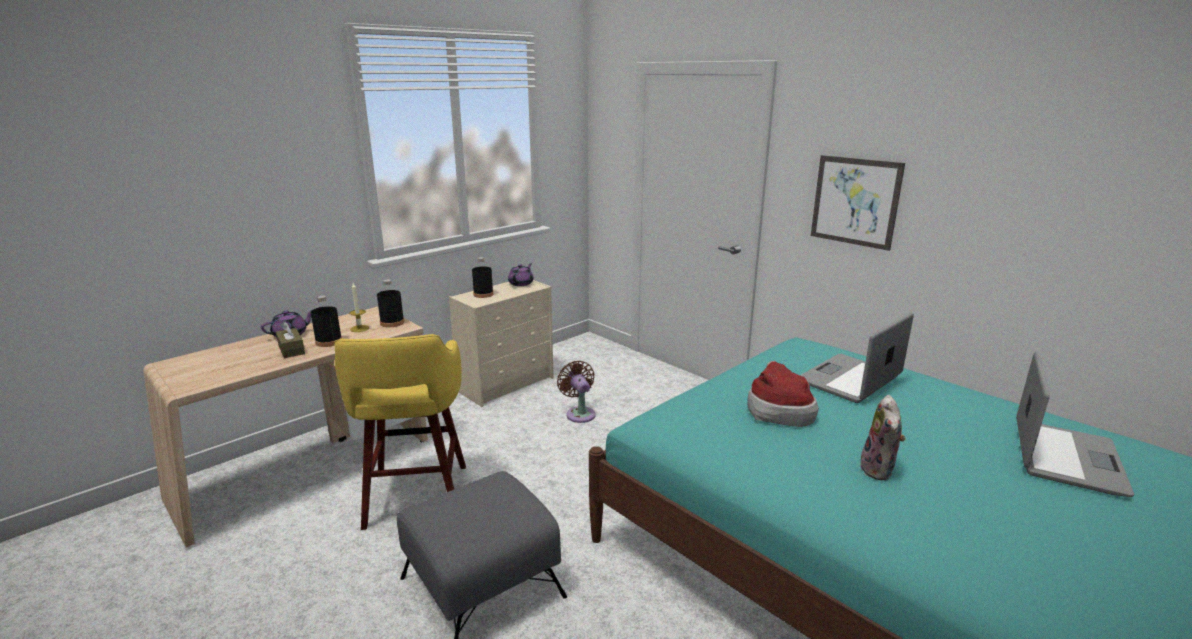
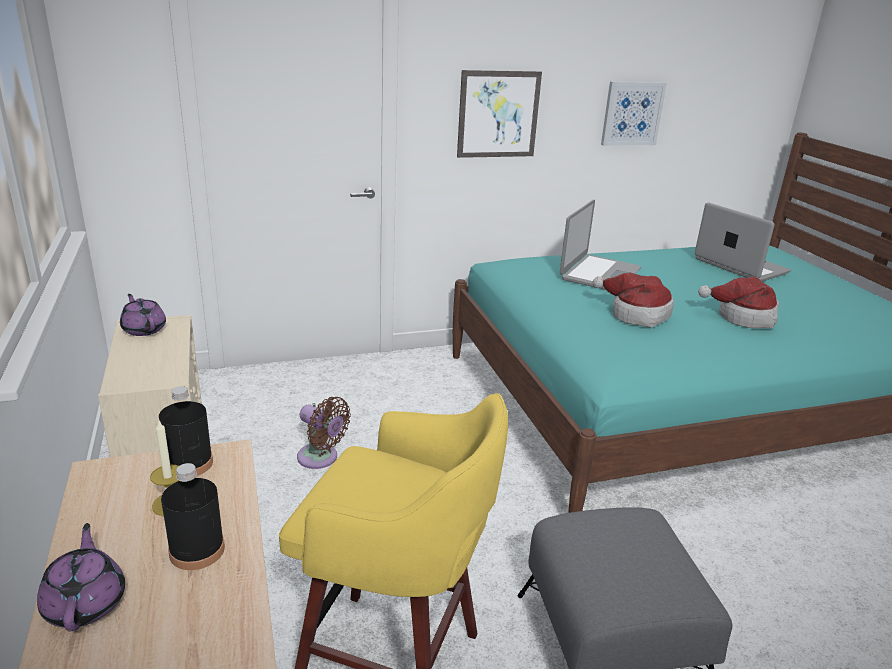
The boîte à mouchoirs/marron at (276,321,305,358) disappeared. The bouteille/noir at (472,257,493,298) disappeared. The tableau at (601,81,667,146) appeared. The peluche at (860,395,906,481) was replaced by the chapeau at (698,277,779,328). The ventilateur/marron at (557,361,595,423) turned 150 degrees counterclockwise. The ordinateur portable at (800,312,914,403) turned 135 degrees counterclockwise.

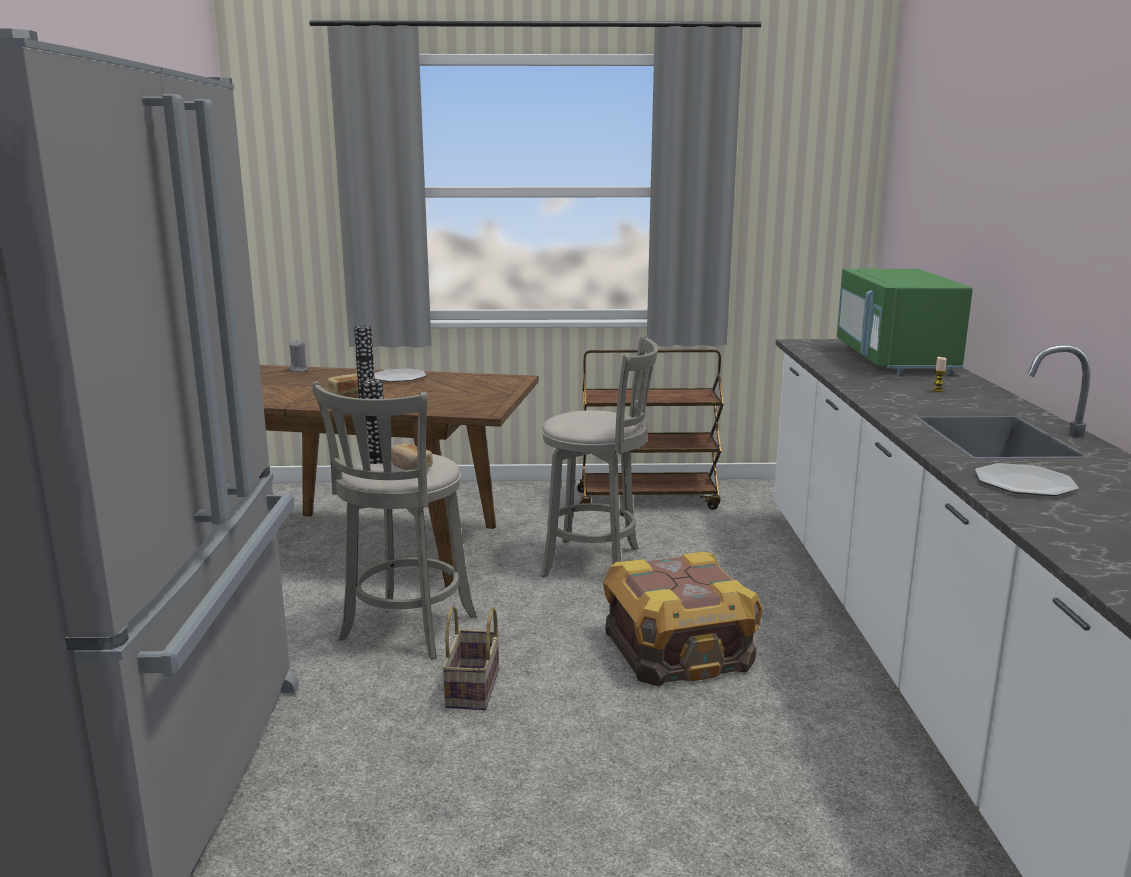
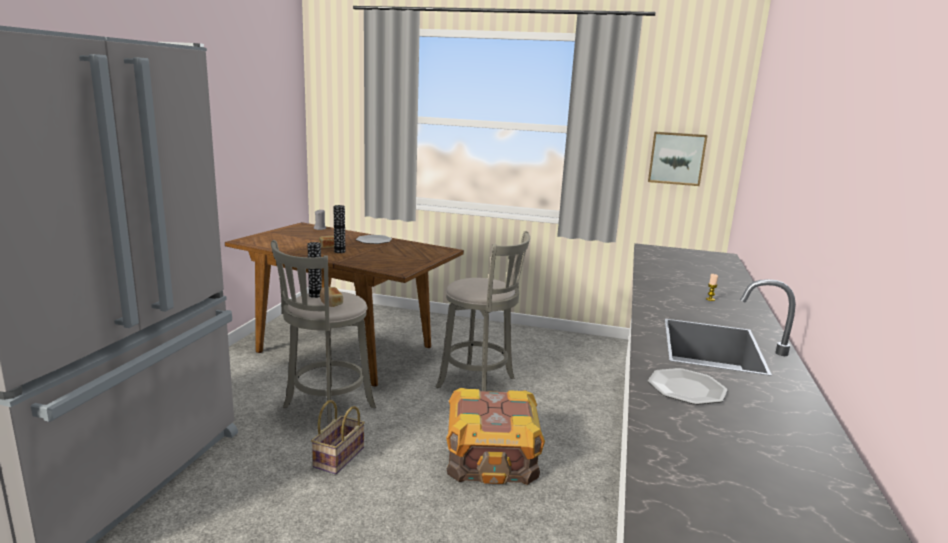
The chariot/marron at (577,349,724,510) disappeared. The micro-ondes/vert at (837,269,973,375) disappeared. The tableau at (648,132,707,186) appeared.

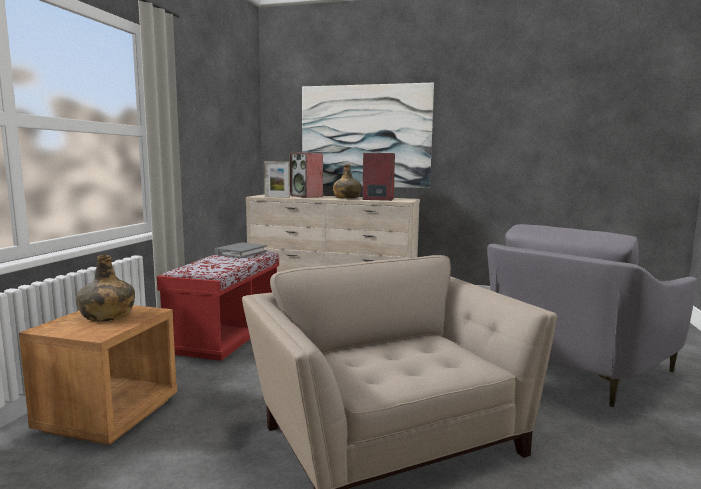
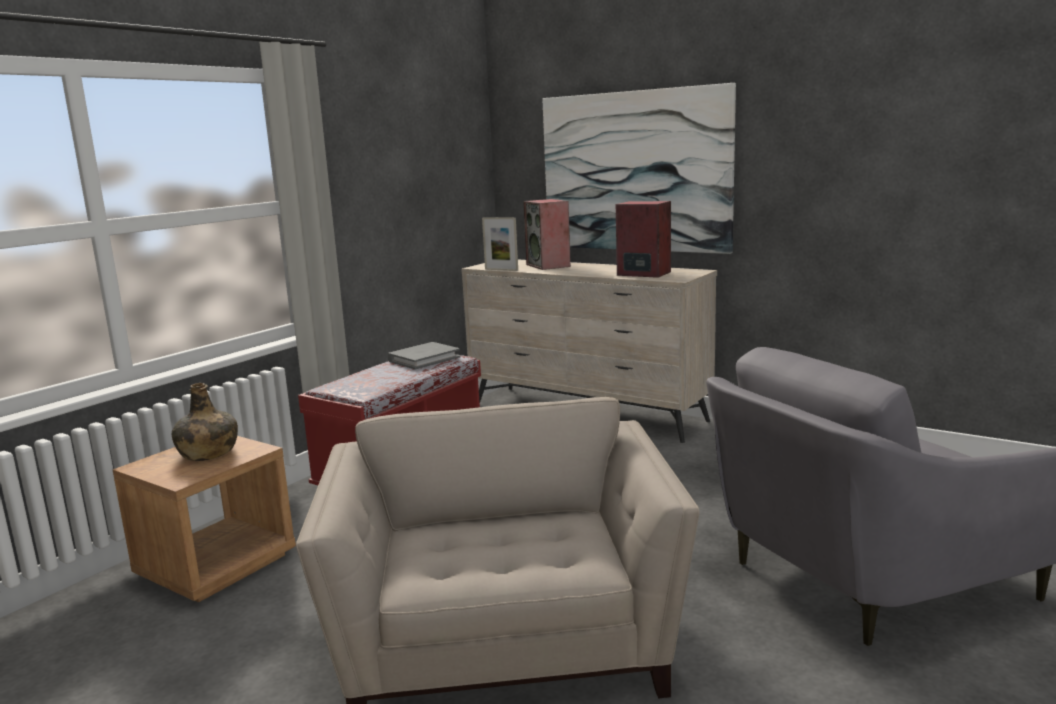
The bouteille/vert at (333,164,362,199) disappeared.

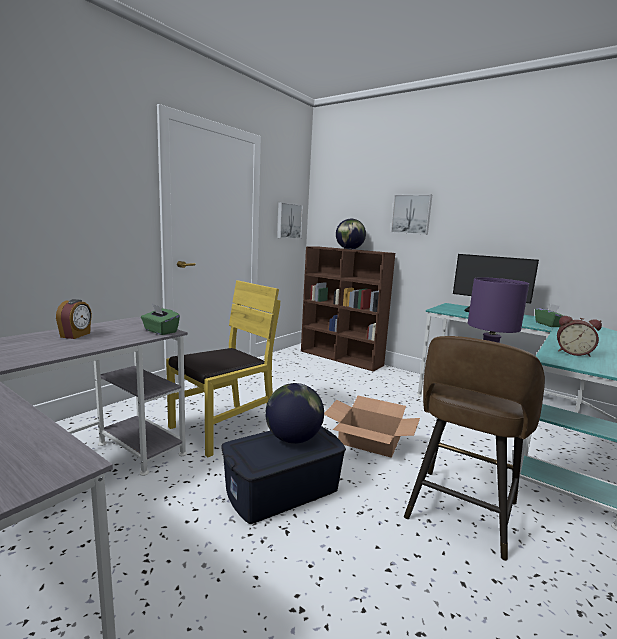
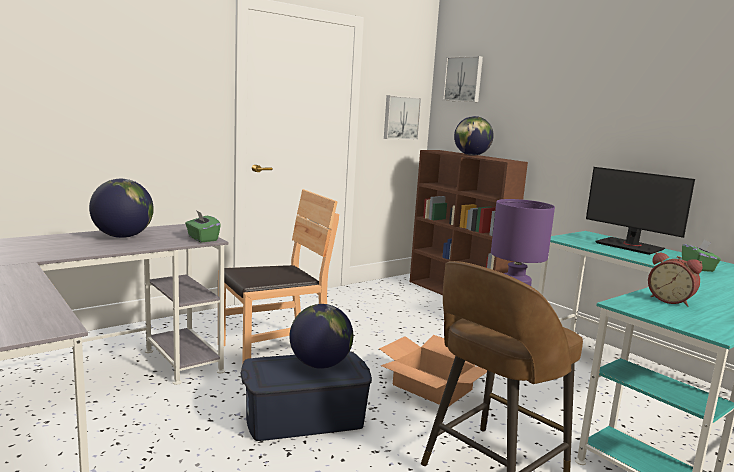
The tableau moved from (391,194,432,235) to (443,56,483,102). The réveil at (56,299,92,339) was replaced by the globe at (89,179,154,238). The chaise/jaune at (166,280,280,457) became the chaise/marron at (224,189,339,365).

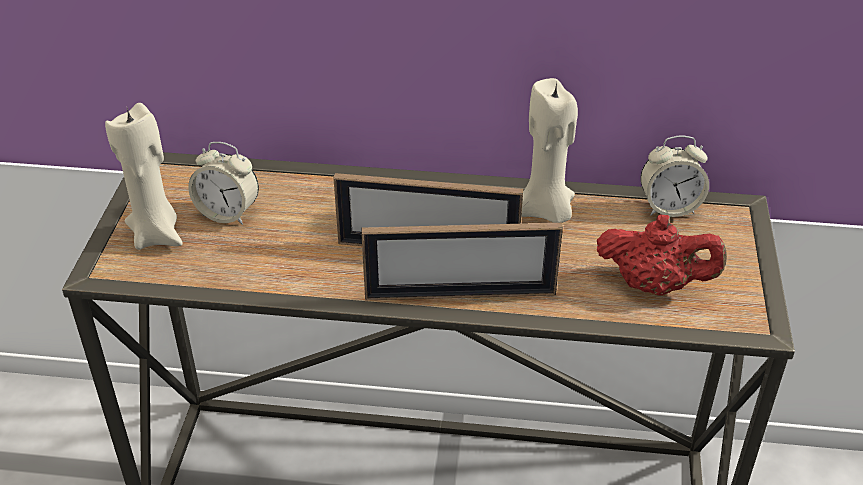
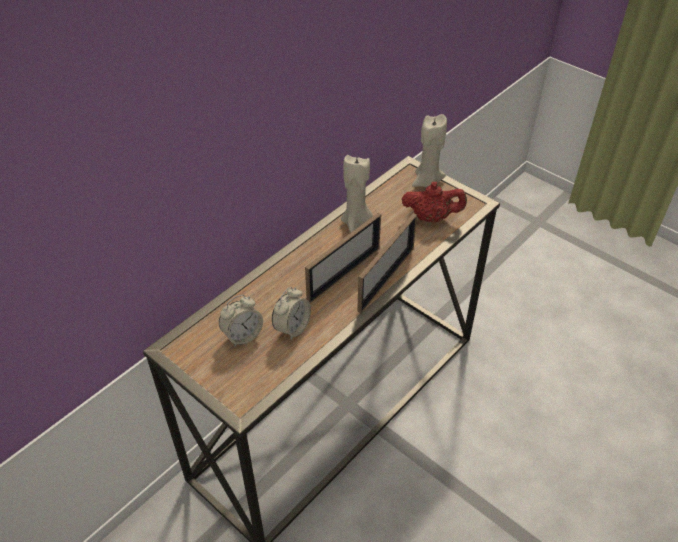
The bougie/beige moved from (105,103,183,250) to (412,114,447,187). The réveil moved from (640,136,709,217) to (272,287,311,340). The théière/rouge at (597,214,727,295) turned 45 degrees clockwise.

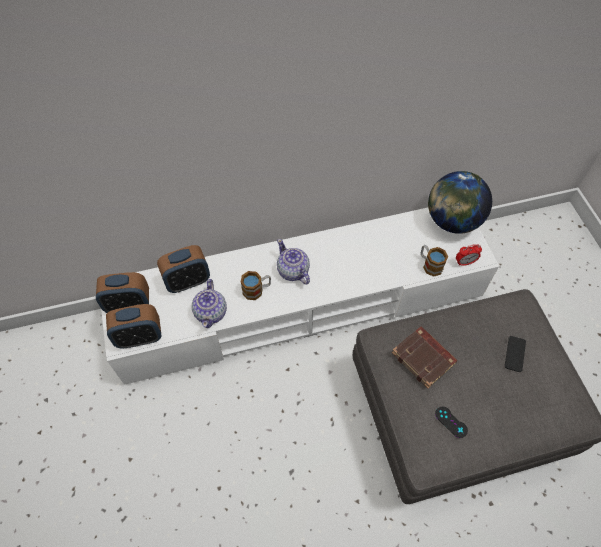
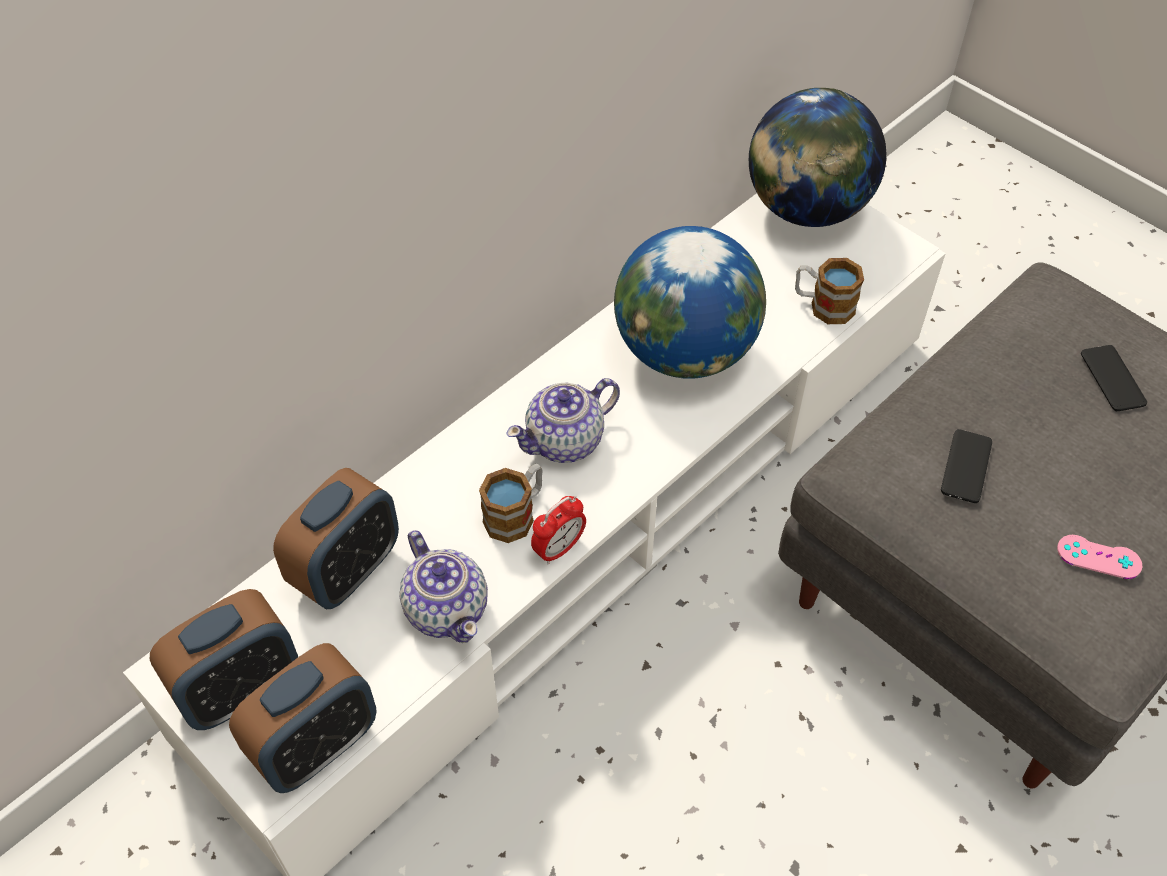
The globe at (614,226,766,379) appeared. The réveil moved from (456,244,482,266) to (531,496,586,564). The livre/marron at (392,327,457,389) was replaced by the téléphone at (941,429,992,503). The manette/noir at (435,407,468,438) became the manette/rose at (1057,535,1142,579). The théière at (277,239,310,285) turned 60 degrees counterclockwise.

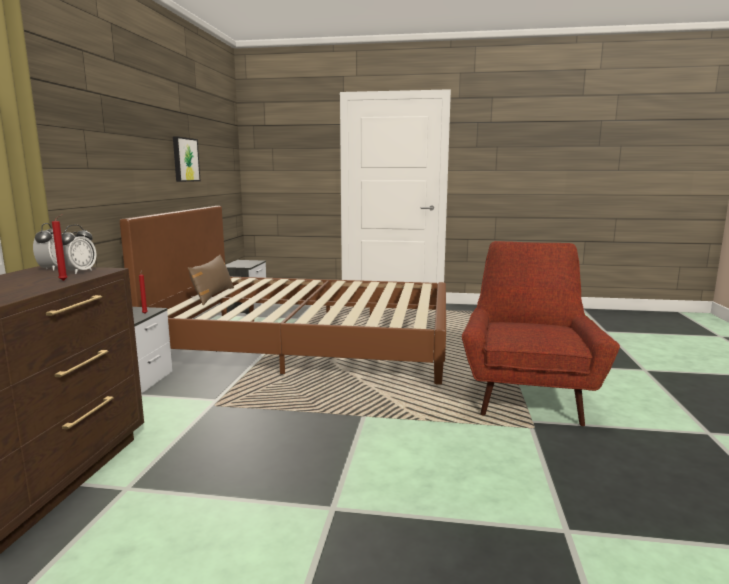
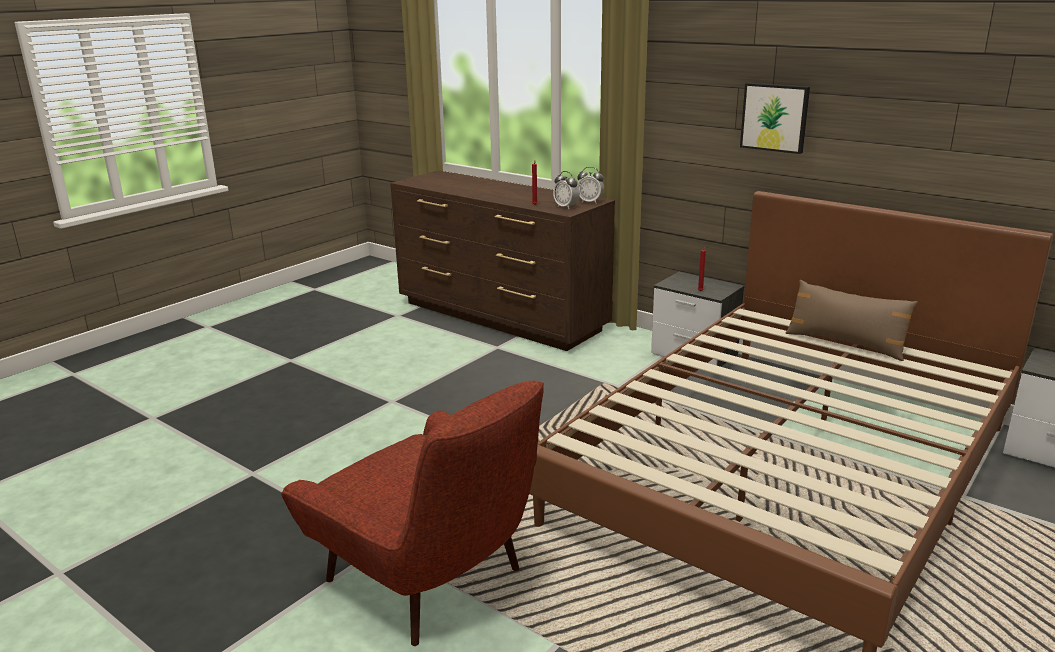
The tableau moved from (173,136,200,182) to (740,83,810,154).

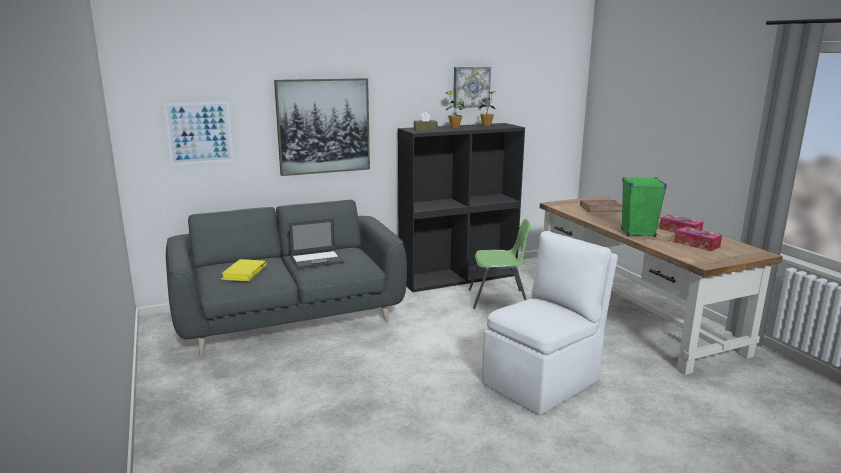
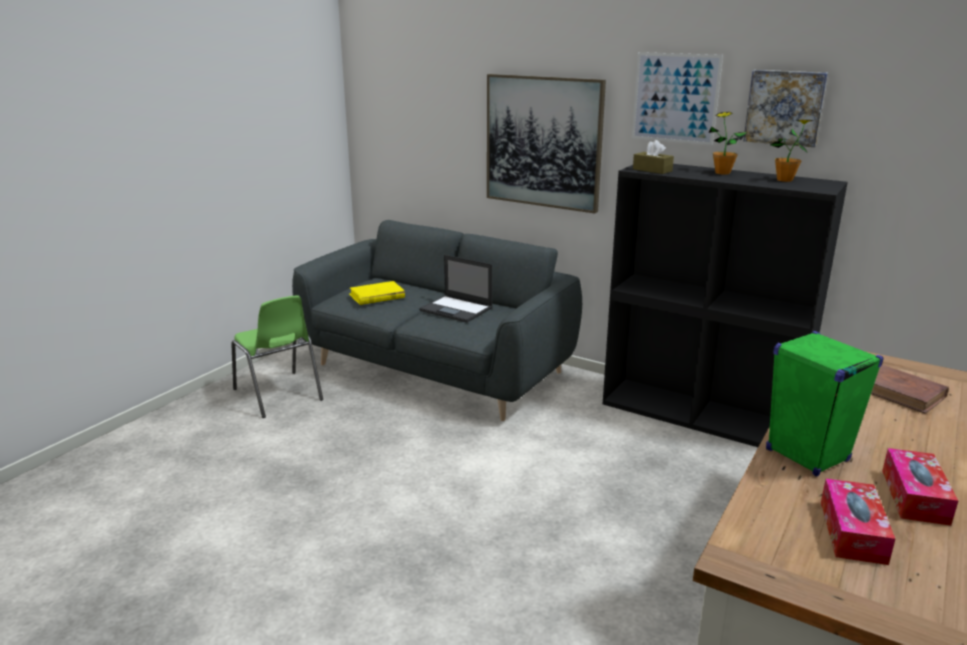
The chaise/blanc at (482,231,618,415) disappeared. The tableau moved from (164,102,233,165) to (632,52,723,145). The chaise/vert moved from (469,219,531,309) to (231,295,323,418).

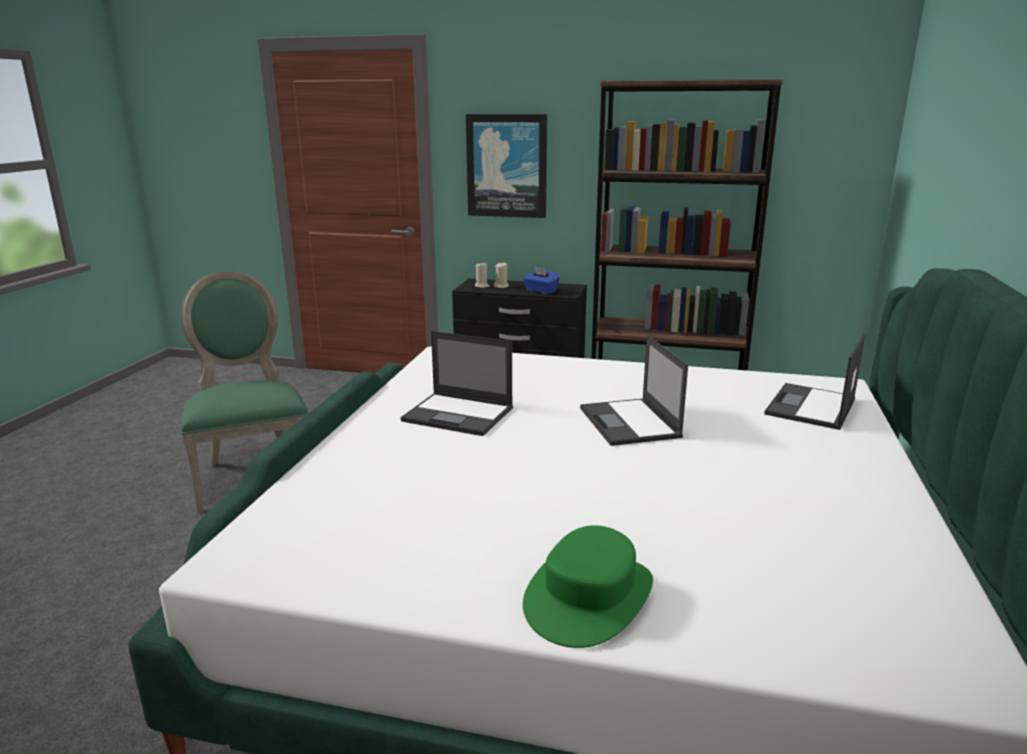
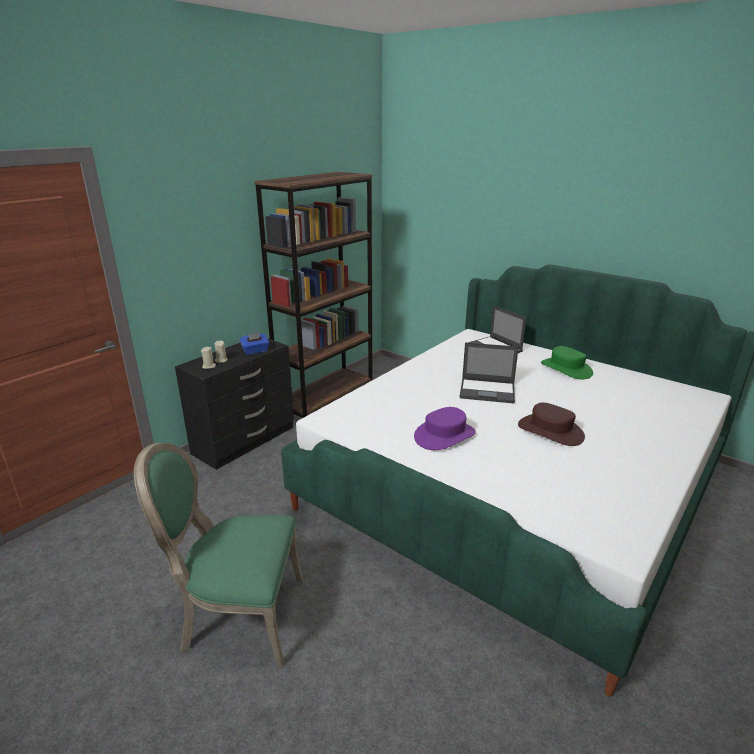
The tableau at (466,114,547,218) disappeared. The chapeau/marron at (518,403,585,446) appeared. The chapeau/vert moved from (523,525,653,648) to (541,346,593,379). The ordinateur portable at (400,331,513,436) was replaced by the chapeau/violet at (414,407,476,450).

